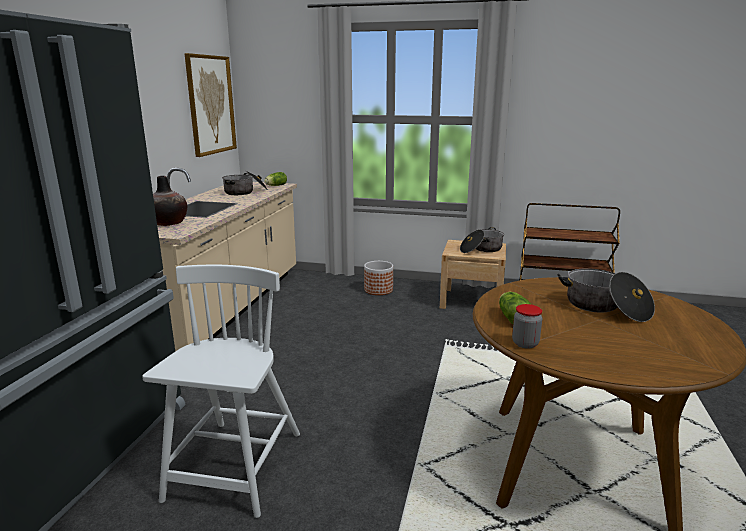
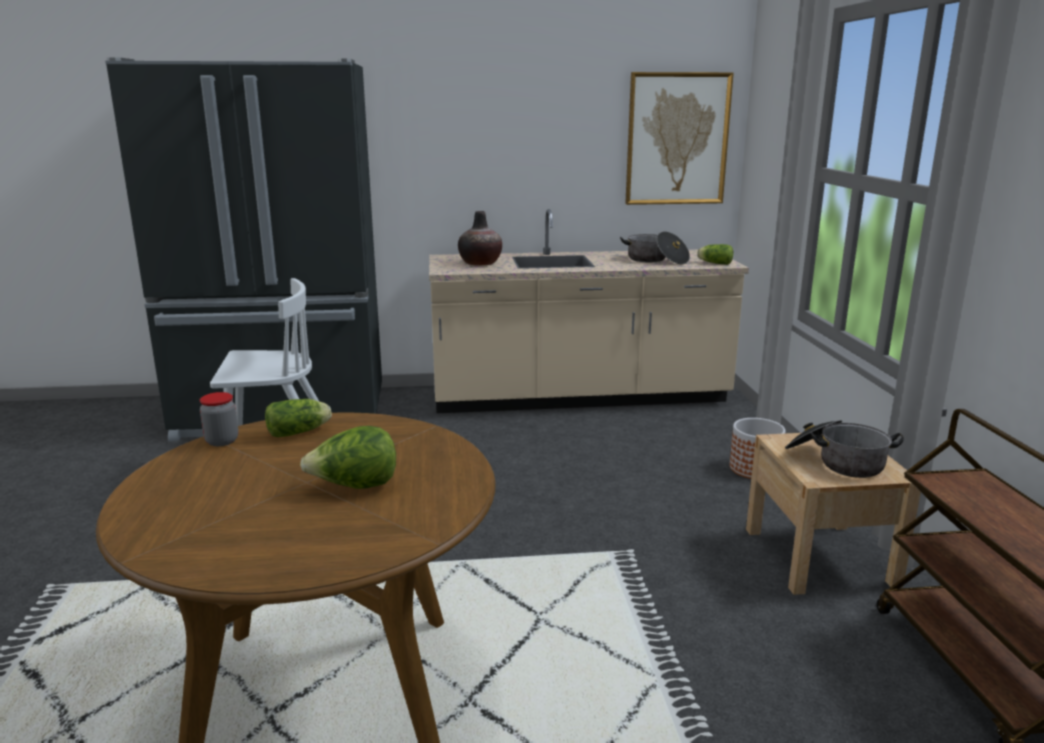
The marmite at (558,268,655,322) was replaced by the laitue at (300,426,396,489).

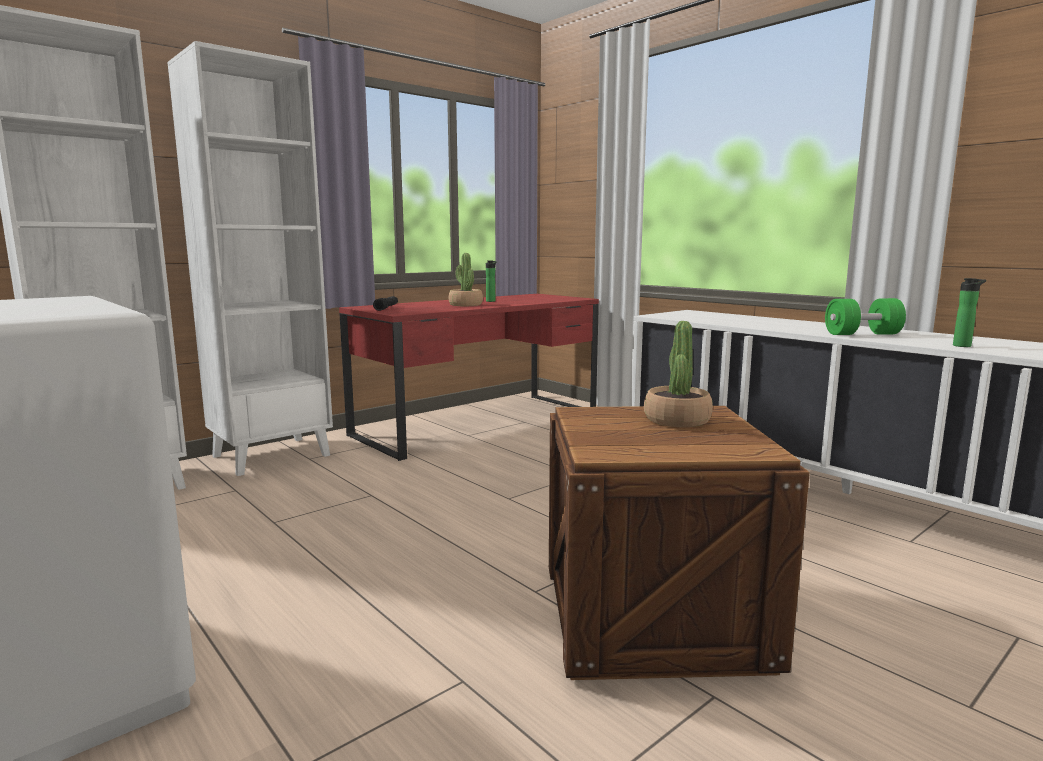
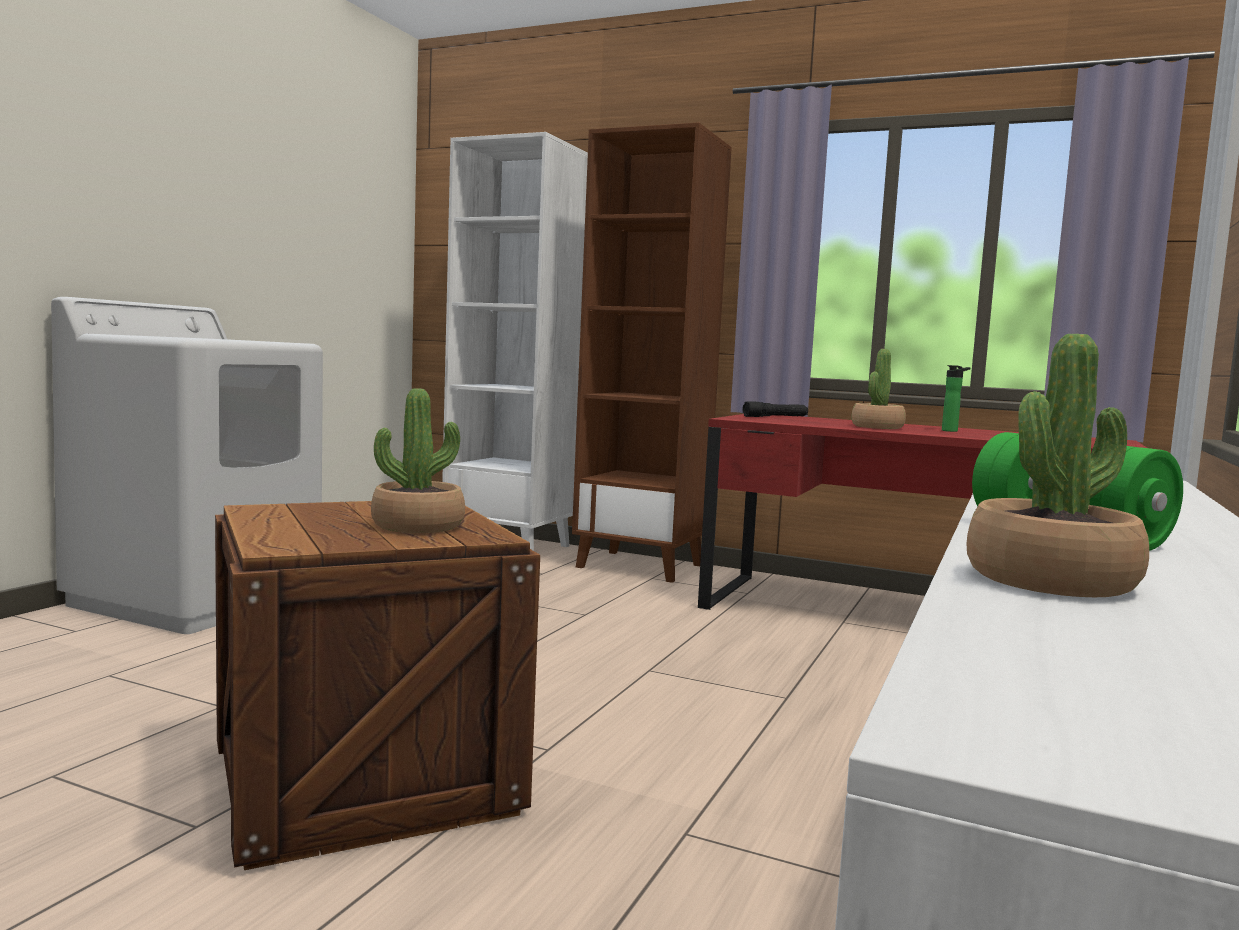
The bouteille at (953,278,986,347) was replaced by the plante en pot at (967,334,1149,597). The bibliothèque/blanc at (167,41,333,476) became the bibliothèque/marron at (572,123,732,583).

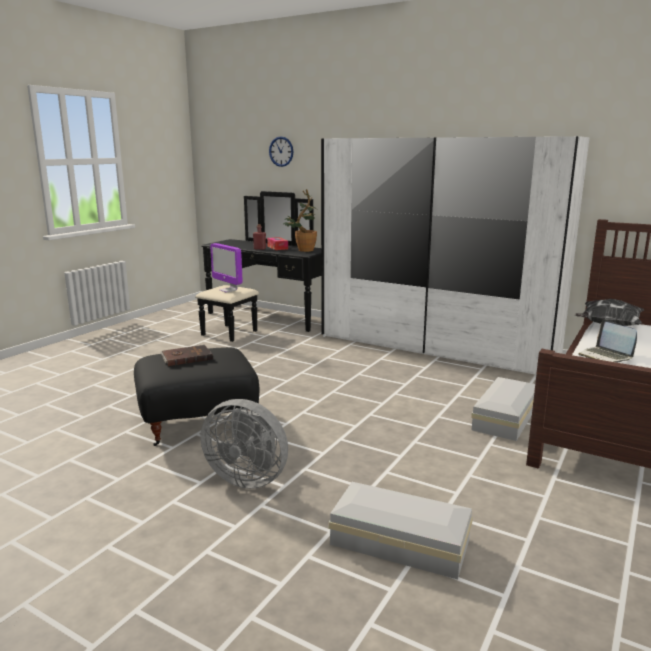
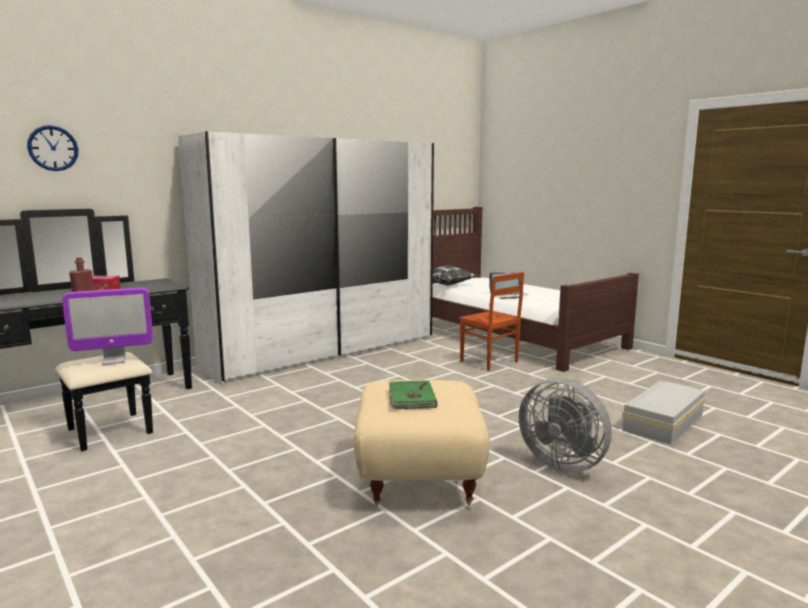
The plante en pot at (283,189,317,252) disappeared. The boîte de rangement/blanc at (471,377,535,441) was replaced by the chaise/marron at (460,272,524,371). The pouf/noir at (134,347,260,446) became the pouf/beige at (353,380,490,510). The livre/marron at (160,345,213,366) became the livre/vert at (389,380,437,409). The ventilateur/gris at (200,399,288,489) turned 90 degrees clockwise.

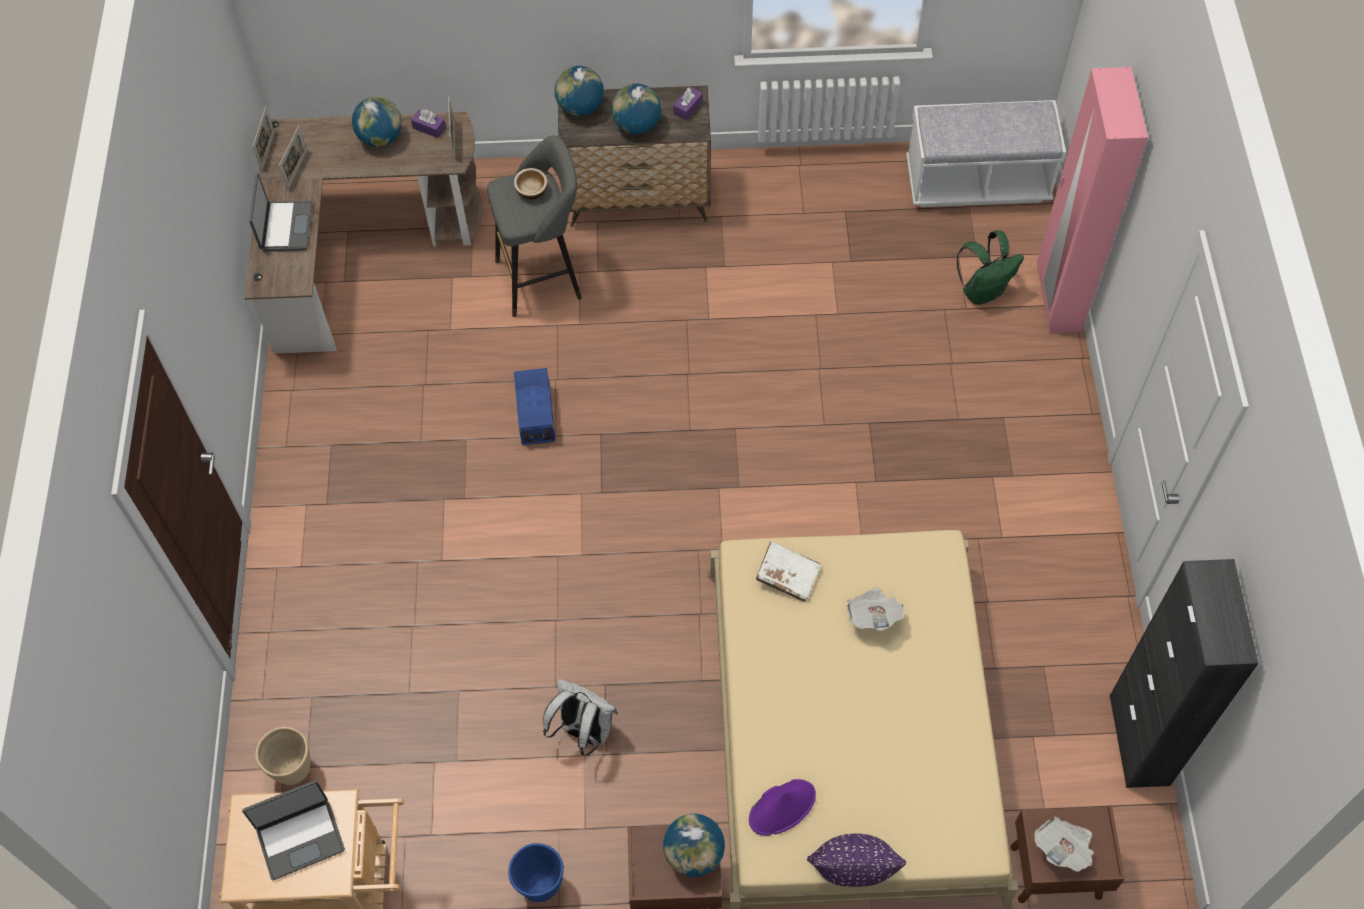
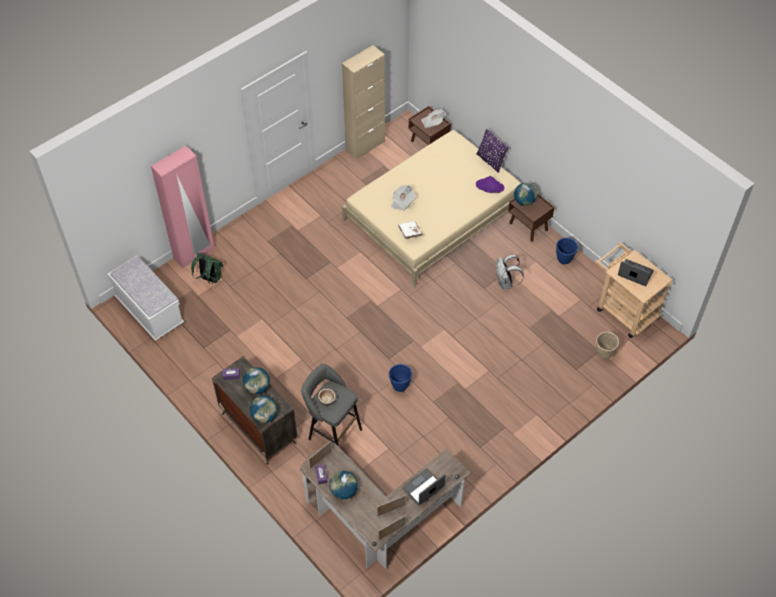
The boîte de rangement/bleu at (514,368,556,446) was replaced by the cache-pot/bleu at (389,364,412,392). The meuble de rangement/noir at (1109,559,1259,788) became the meuble de rangement/beige at (342,45,385,160).

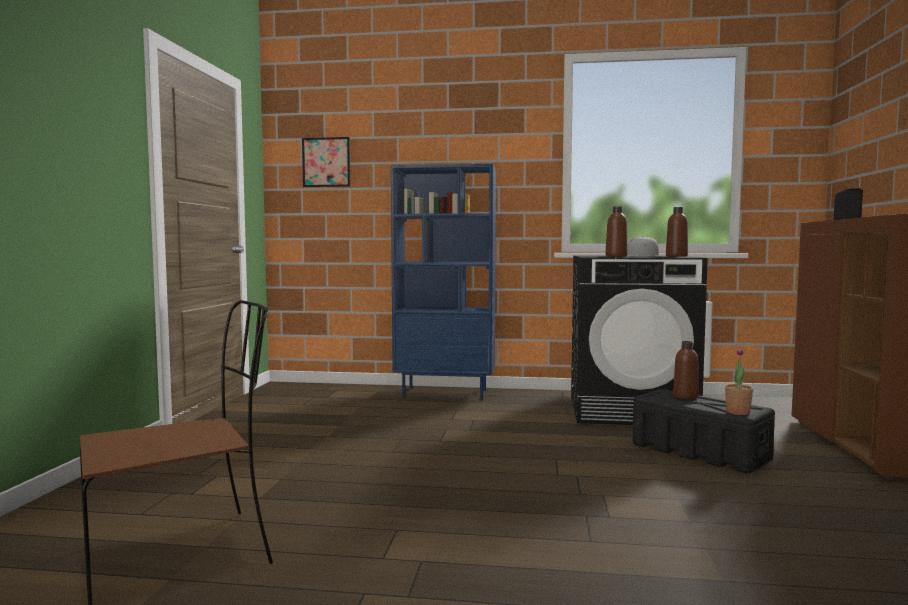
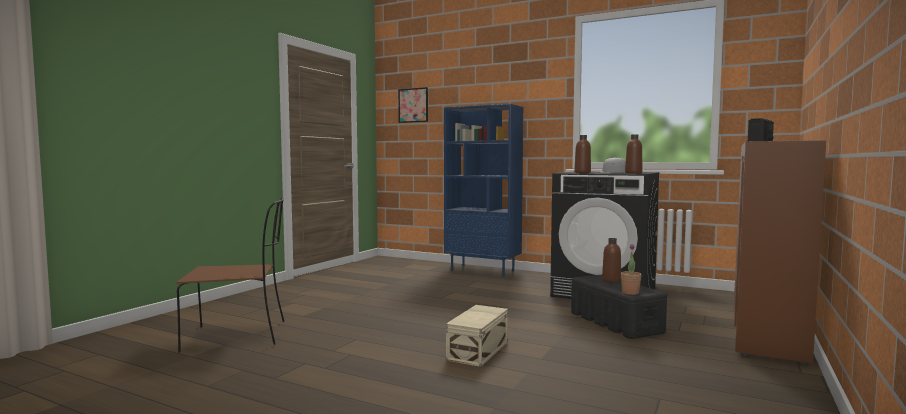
The boîte de rangement/beige at (446,305,508,367) appeared.

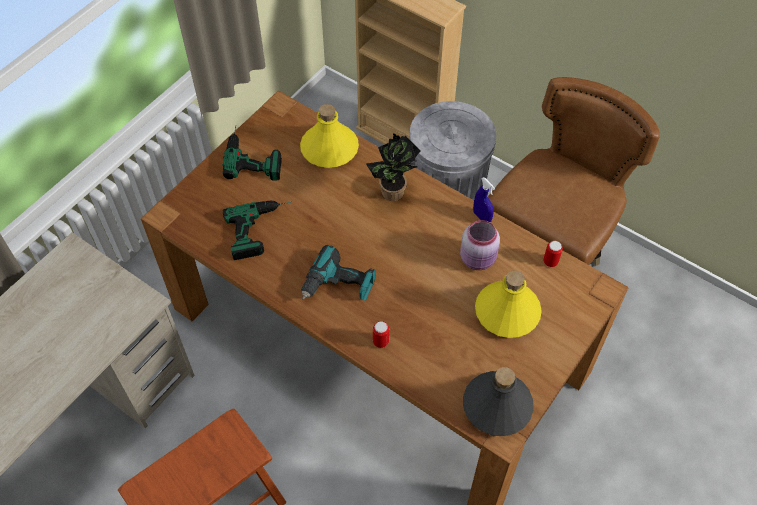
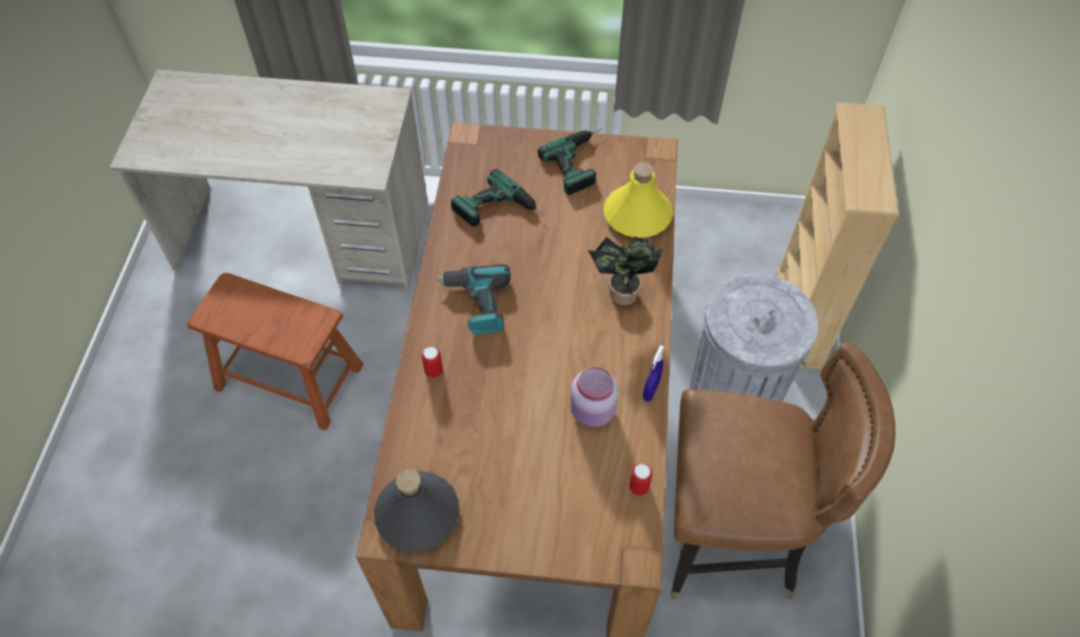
The bouteille/jaune at (475,270,542,338) disappeared.

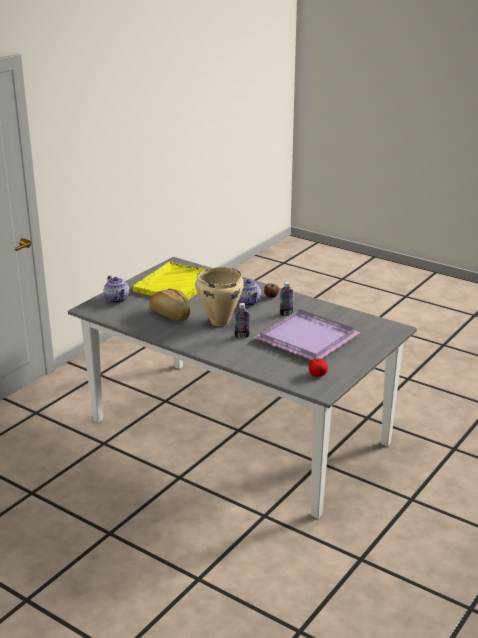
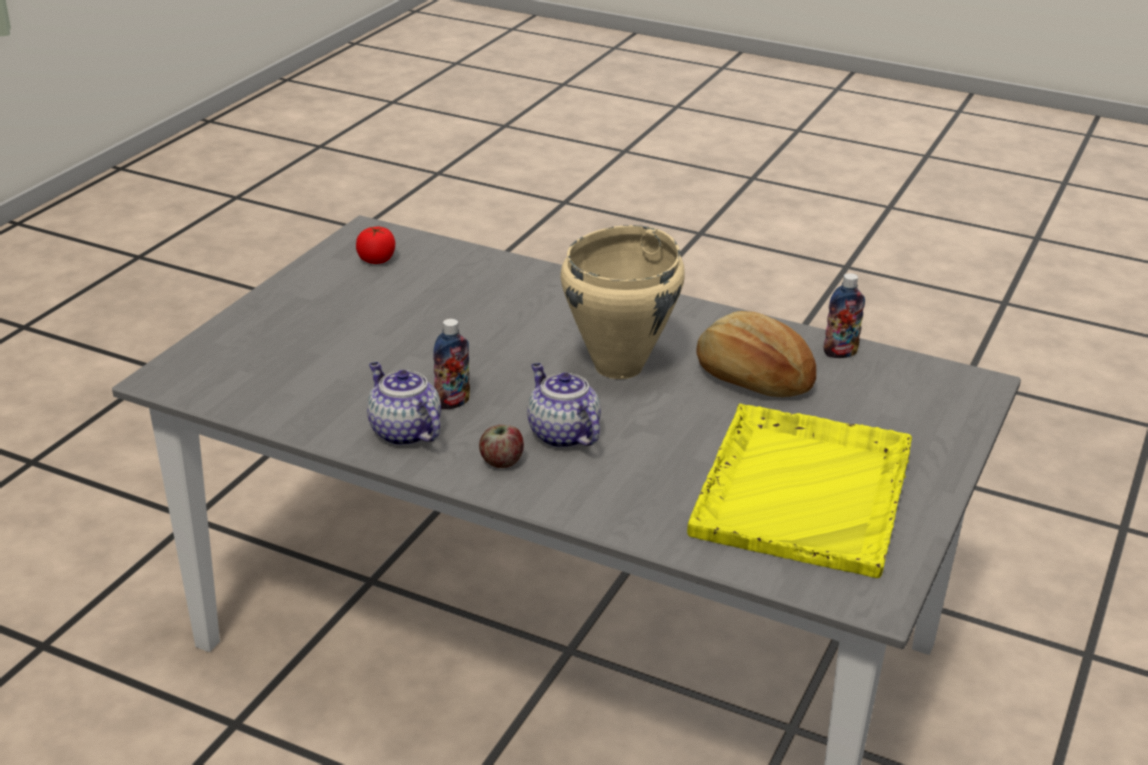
The plateau/violet at (254,309,361,360) disappeared. The théière moved from (104,275,129,303) to (367,362,441,446). The bouteille moved from (234,303,250,338) to (824,273,865,358).

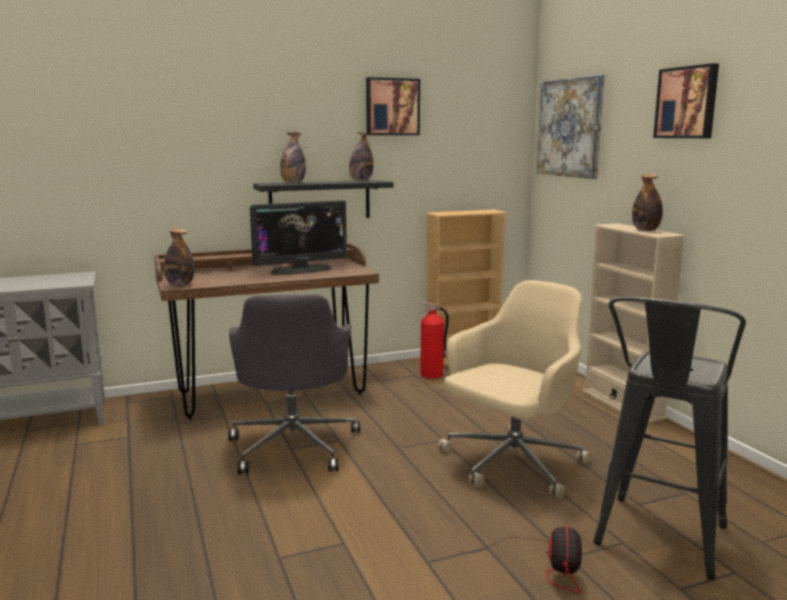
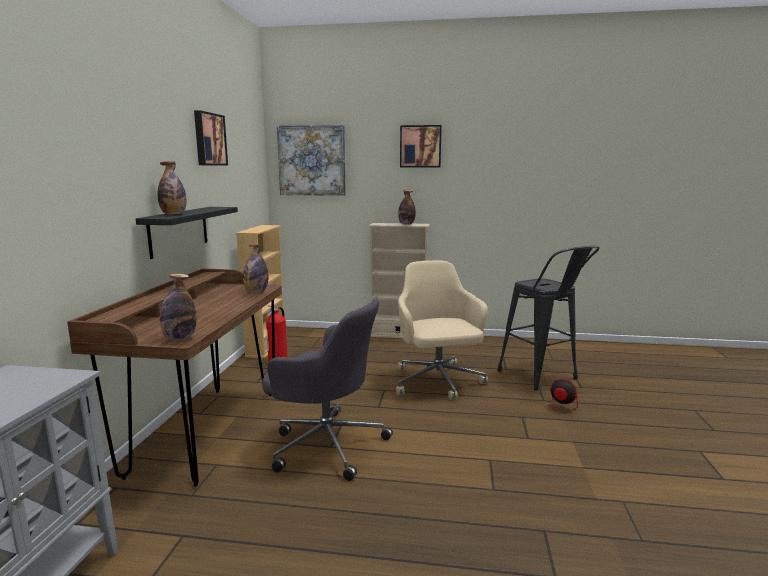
The écran d'ordinateur at (250,200,347,275) disappeared. The bouteille moved from (349,132,373,181) to (243,245,268,293).

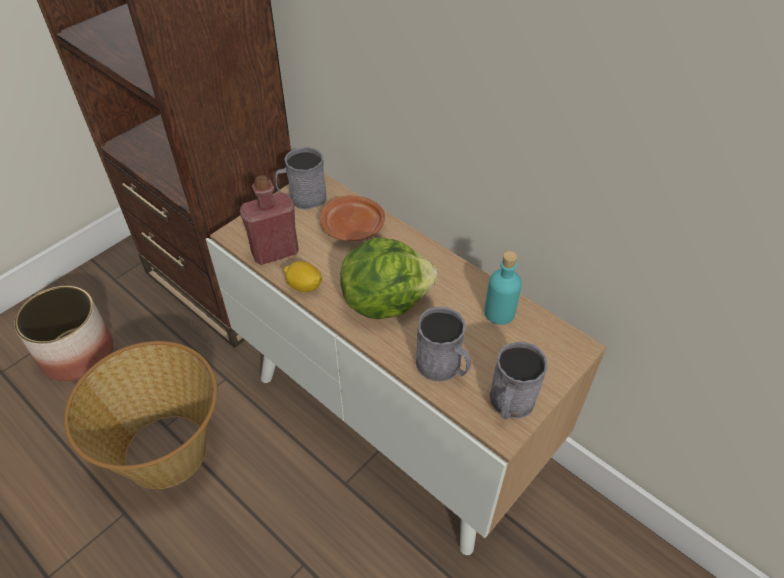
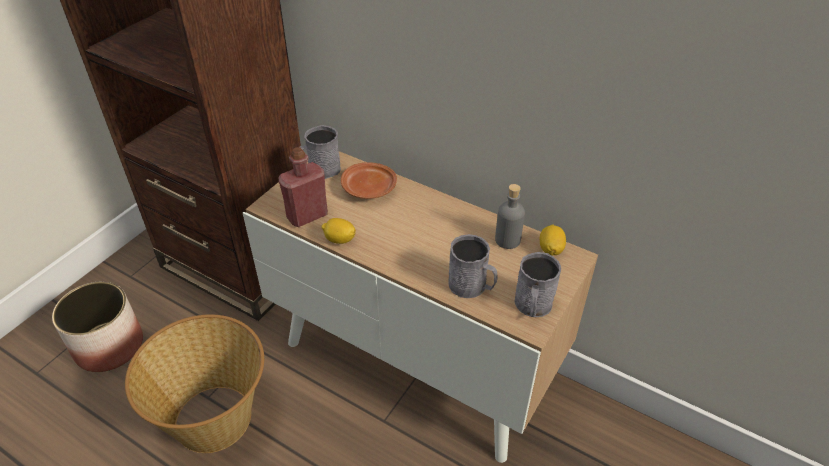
The laitue at (340,237,438,319) disappeared. The citron at (540,224,566,255) appeared. The bouteille/turquoise at (484,251,522,325) became the bouteille/gris at (495,184,525,249).

